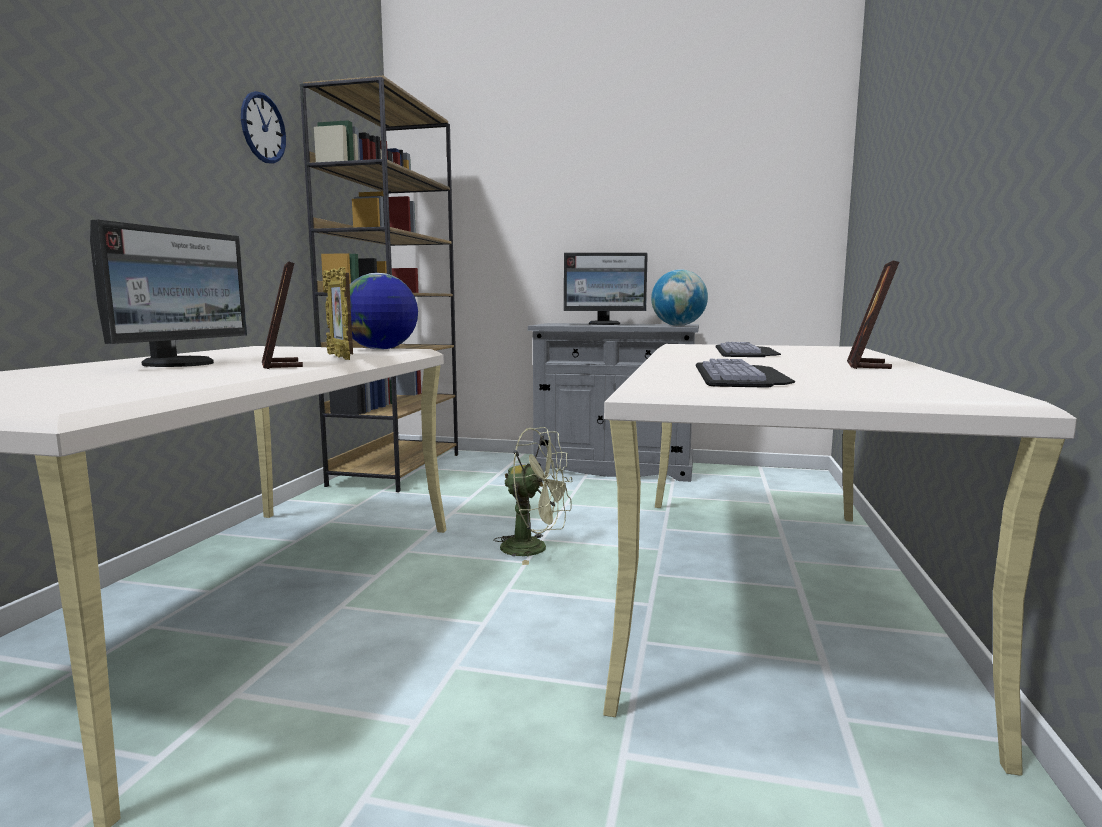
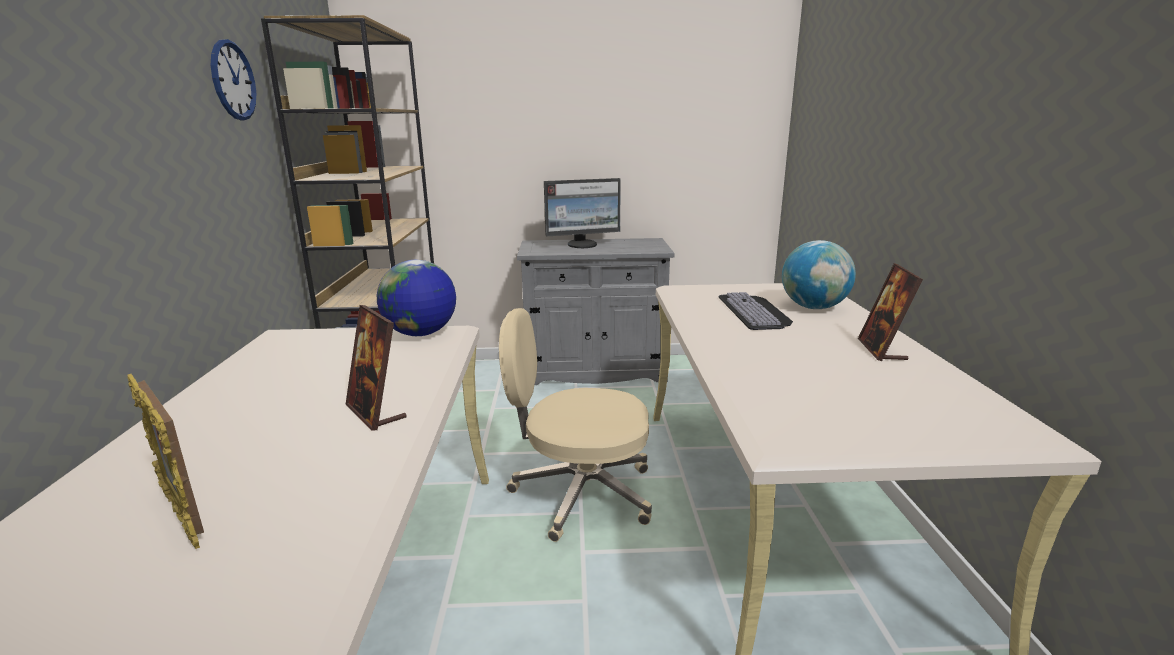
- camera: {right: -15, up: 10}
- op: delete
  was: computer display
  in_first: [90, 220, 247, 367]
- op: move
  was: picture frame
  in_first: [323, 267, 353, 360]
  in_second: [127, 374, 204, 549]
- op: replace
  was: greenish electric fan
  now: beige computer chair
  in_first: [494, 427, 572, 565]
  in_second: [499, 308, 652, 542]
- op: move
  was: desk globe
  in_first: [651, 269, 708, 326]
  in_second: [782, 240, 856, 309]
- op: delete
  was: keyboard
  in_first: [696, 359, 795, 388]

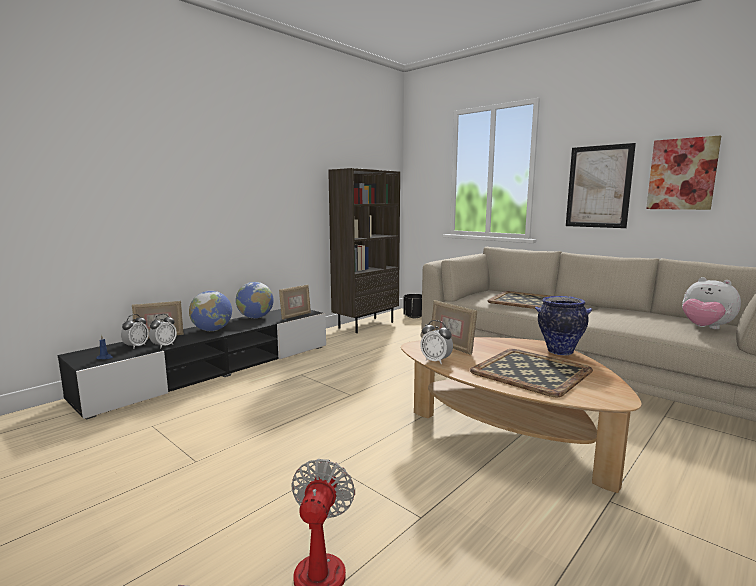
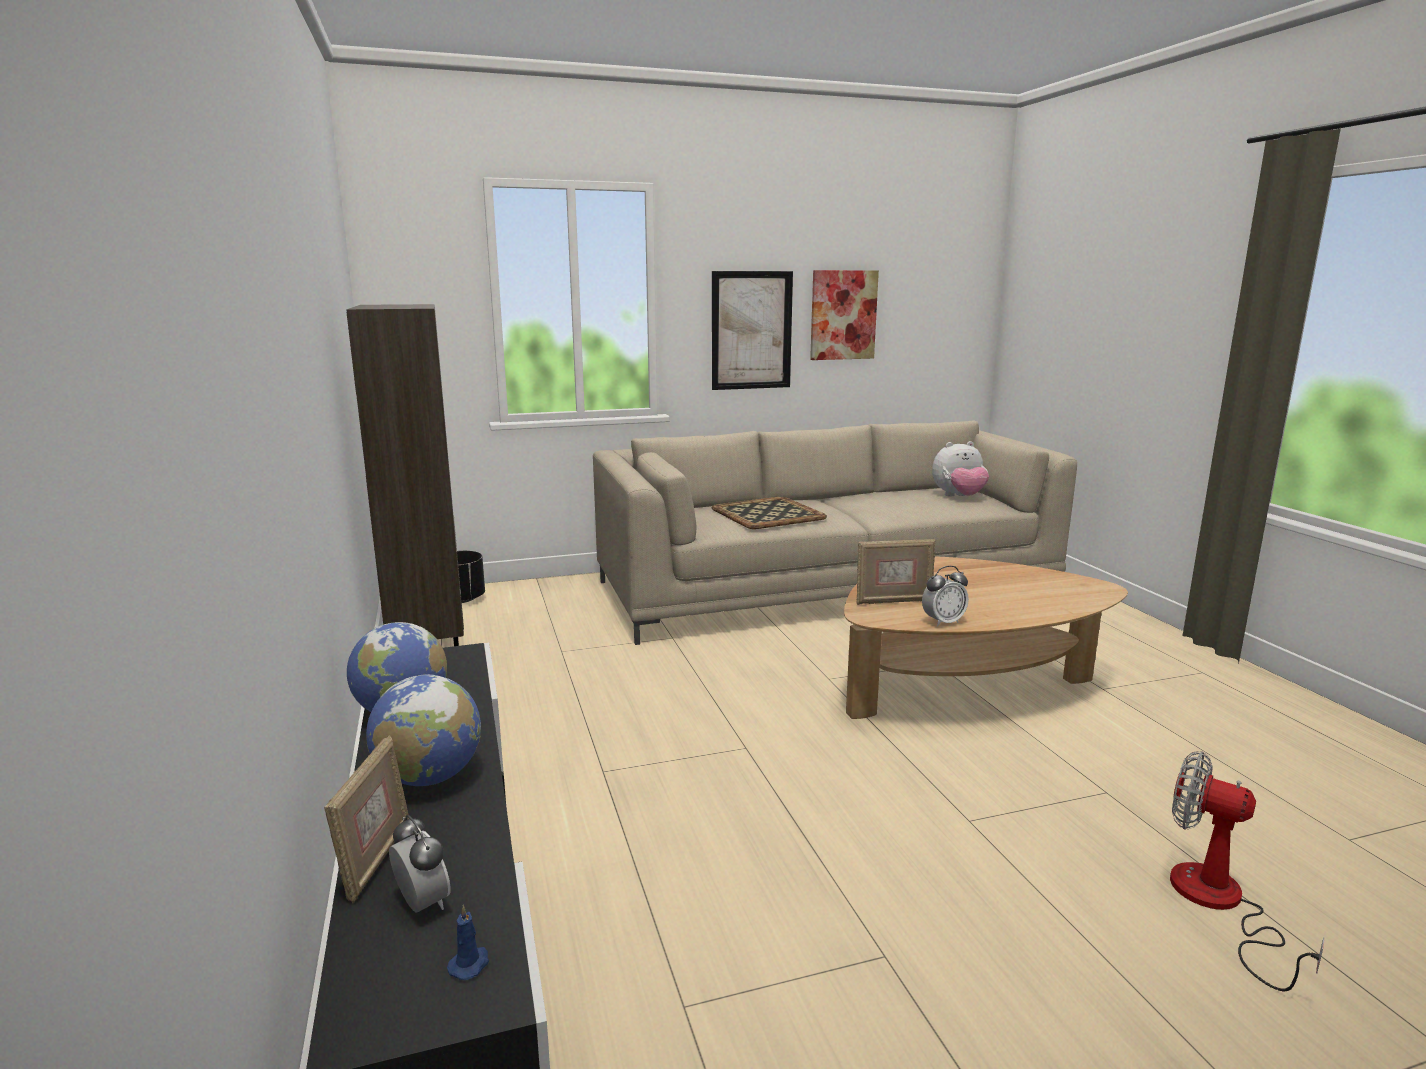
- camera: {right: -60, up: 5}
- op: delete
  was: table clock
  in_first: [149, 314, 177, 349]
- op: delete
  was: picture frame
  in_first: [279, 285, 311, 320]
- op: delete
  was: serving tray
  in_first: [470, 349, 593, 397]
- op: delete
  was: decorative vase
  in_first: [535, 296, 592, 355]

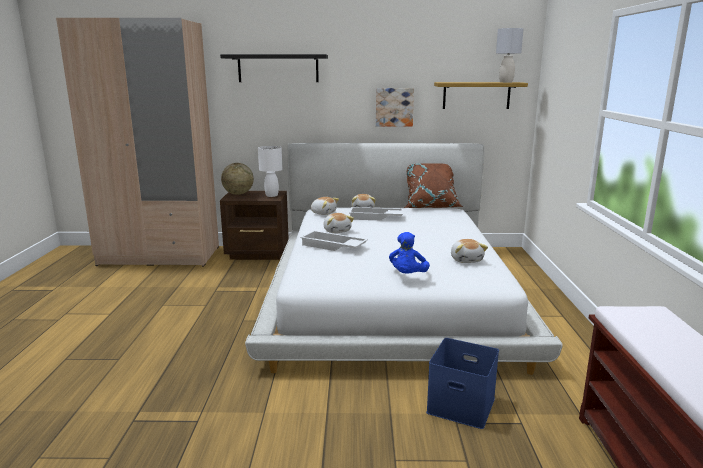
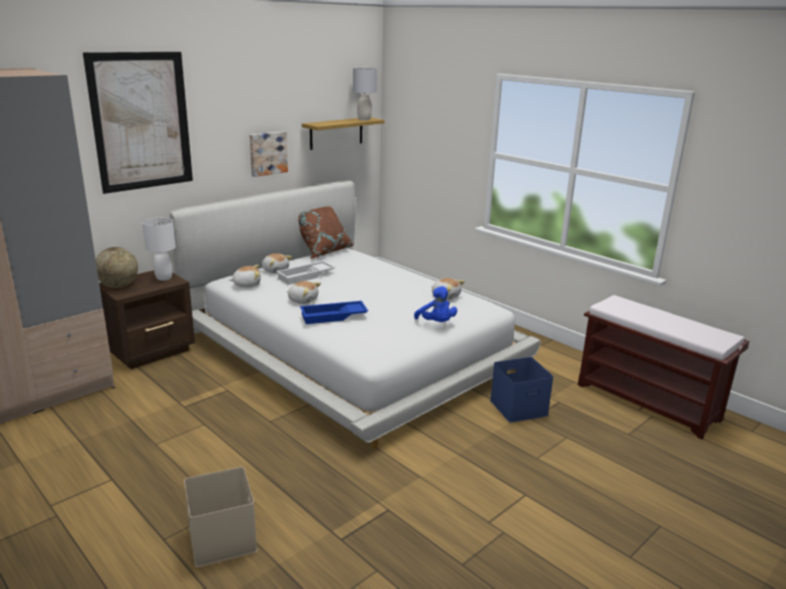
- camera: {right: -45, up: 5}
- op: replace
  was: blackish shelf
  now: wall art
  in_first: [220, 54, 328, 82]
  in_second: [83, 52, 193, 194]
- op: recolor
  was: whitish serving tray
  now: blue serving tray
  in_first: [300, 231, 368, 251]
  in_second: [300, 301, 368, 324]
- op: insert
  now: beige storage container
  in_second: [184, 467, 258, 567]

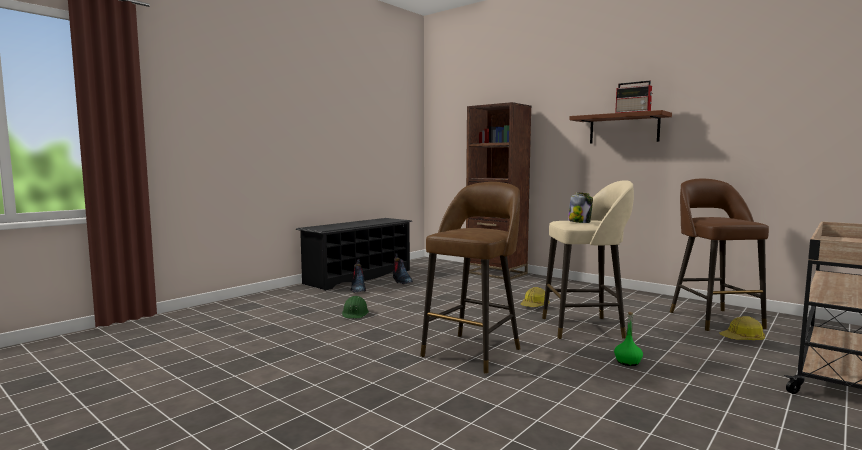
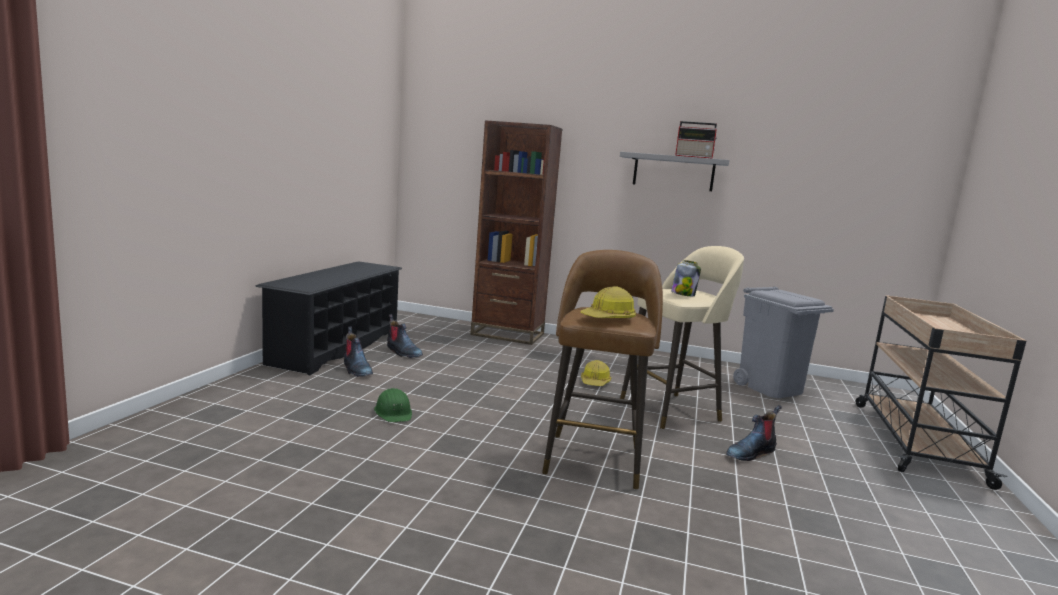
- camera: {right: -25, up: 5}
- op: recolor
  was: brown-coloured shelf
  now: greyish shelf
  in_first: [569, 110, 672, 143]
  in_second: [620, 152, 729, 191]
- op: replace
  was: greenish bottle
  now: tall boot
  in_first: [614, 312, 643, 366]
  in_second: [726, 405, 782, 461]
- op: replace
  was: brown-coloured stool seat
  now: greyish rubbish bin
  in_first: [670, 179, 769, 331]
  in_second: [733, 286, 834, 398]
- op: move
  was: hard hat
  in_first: [719, 316, 765, 340]
  in_second: [580, 286, 636, 318]

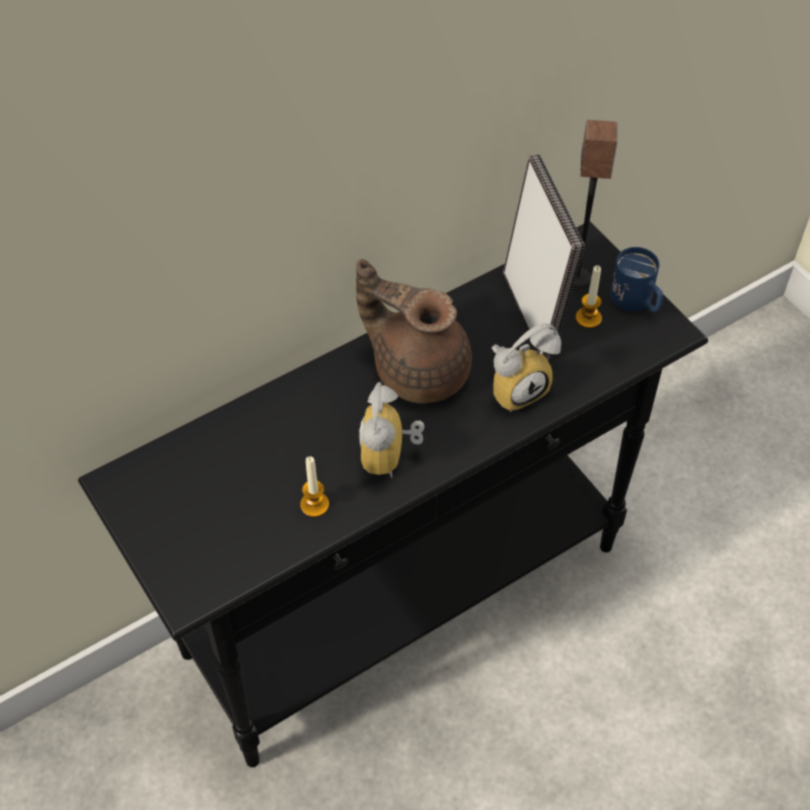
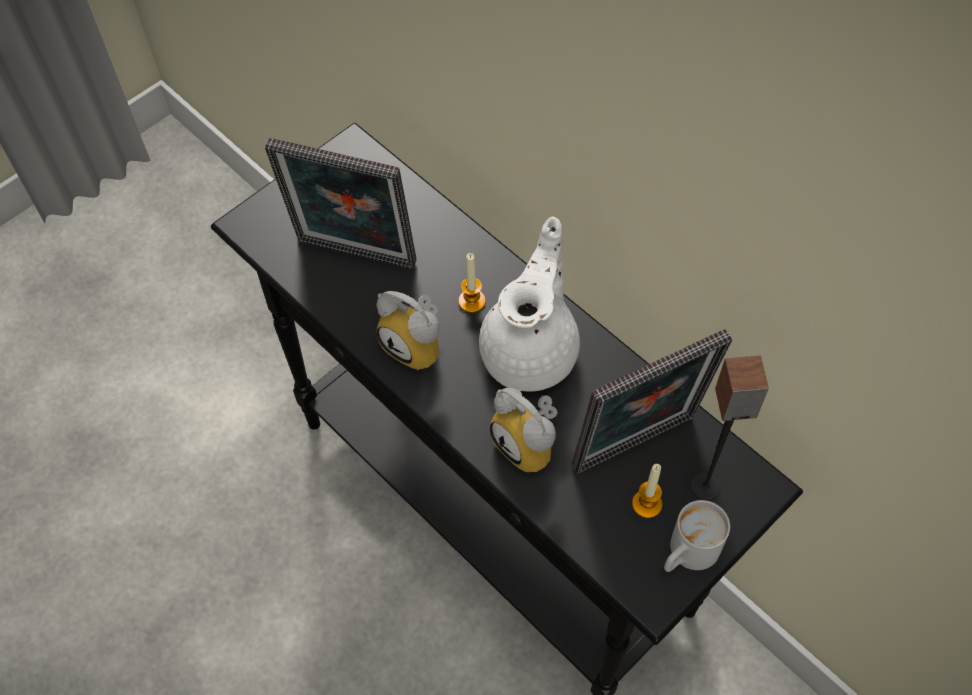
- camera: {right: 80, up: 5}
- op: move
  was: wax light
  in_first: [300, 456, 329, 517]
  in_second: [458, 253, 486, 313]
- op: recolor
  was: brown-coloured teapot
  now: whitish teapot
  in_first: [356, 259, 472, 403]
  in_second: [479, 216, 580, 391]
- op: rotate
  was: table clock
  in_first: [358, 382, 425, 478]
  in_second: [376, 291, 440, 370]
  clockwise: -135
- op: recolor
  was: blue tea mug
  now: whitish tea mug
  in_first: [610, 247, 663, 312]
  in_second: [664, 500, 730, 572]
- op: insert
  now: picture frame
  in_second: [265, 138, 417, 269]

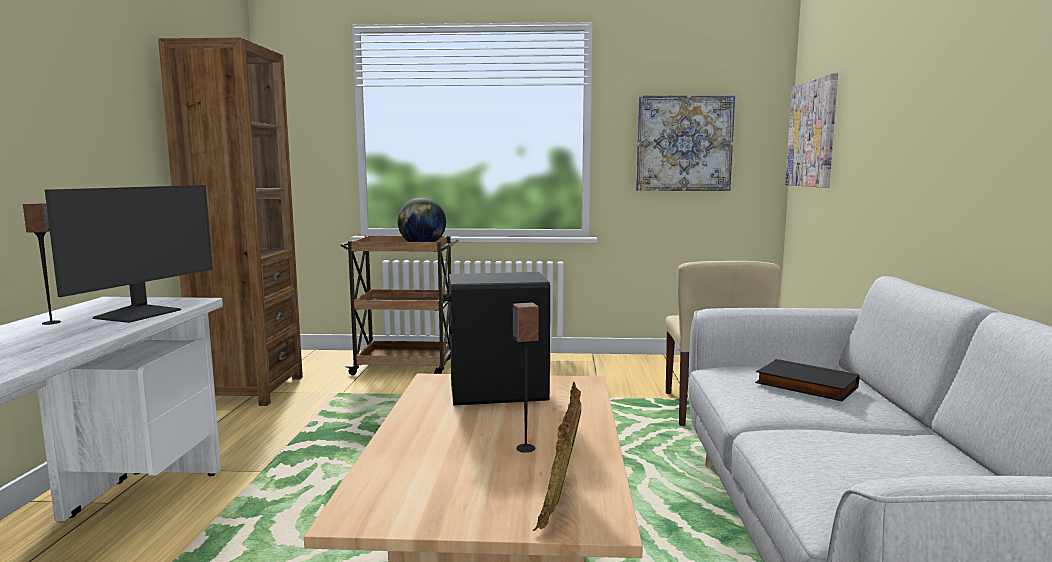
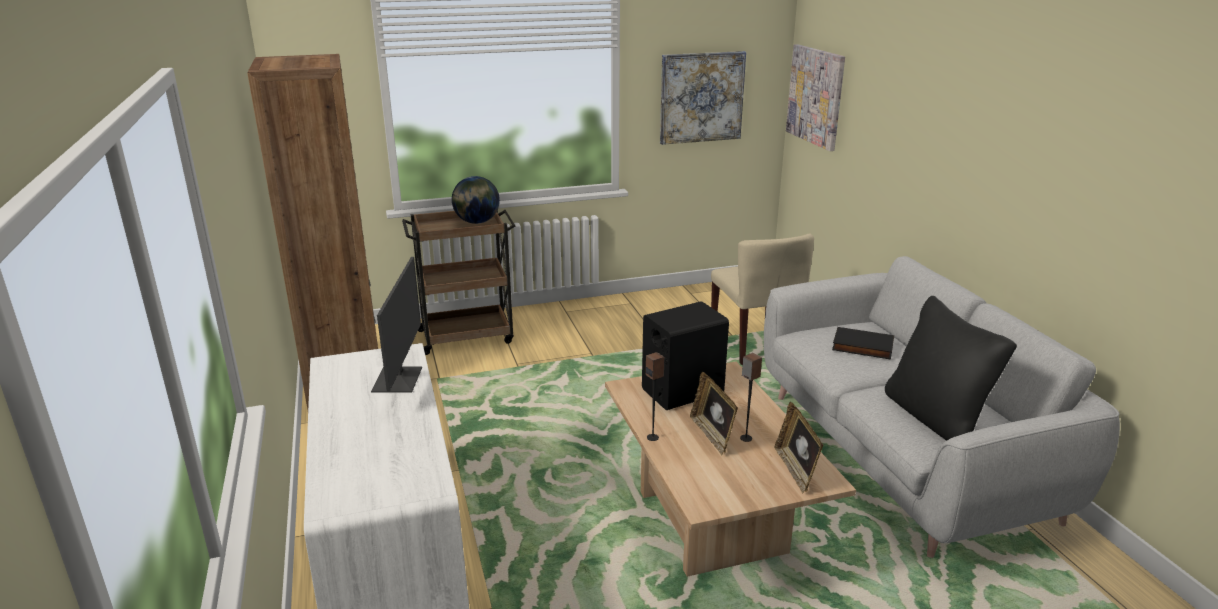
- camera: {right: -20, up: 15}
- op: move
  was: speaker
  in_first: [23, 203, 61, 325]
  in_second: [646, 352, 665, 441]
- op: insert
  now: picture frame
  in_second: [690, 372, 738, 455]
- op: insert
  now: blackish cushion
  in_second: [885, 296, 1017, 441]

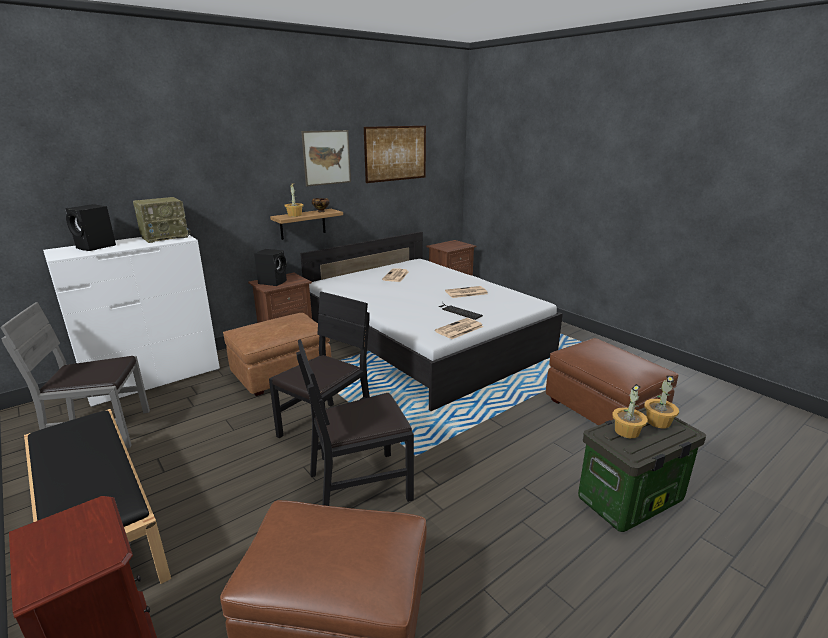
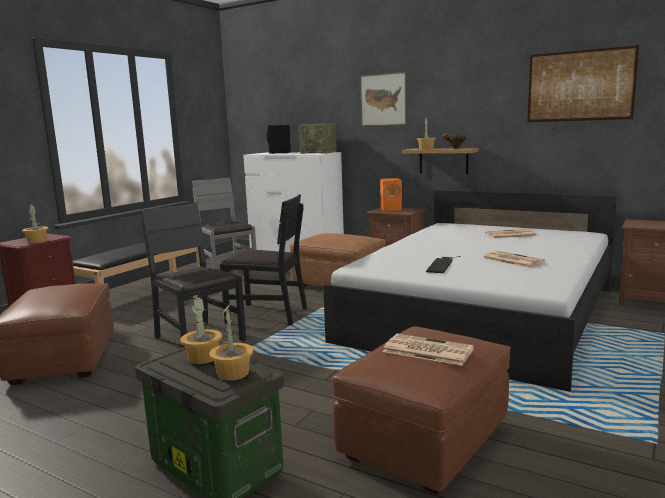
- camera: {right: 70, up: -10}
- op: recolor
  was: blackish speaker
  now: orangey speaker
  in_first: [254, 249, 287, 286]
  in_second: [380, 178, 402, 211]
- op: move
  was: wall art
  in_first: [301, 130, 351, 186]
  in_second: [360, 71, 407, 127]
- op: move
  was: printed paper
  in_first: [435, 318, 484, 339]
  in_second: [382, 334, 474, 366]
- op: insert
  now: plant in a pot
  in_second: [22, 203, 48, 243]

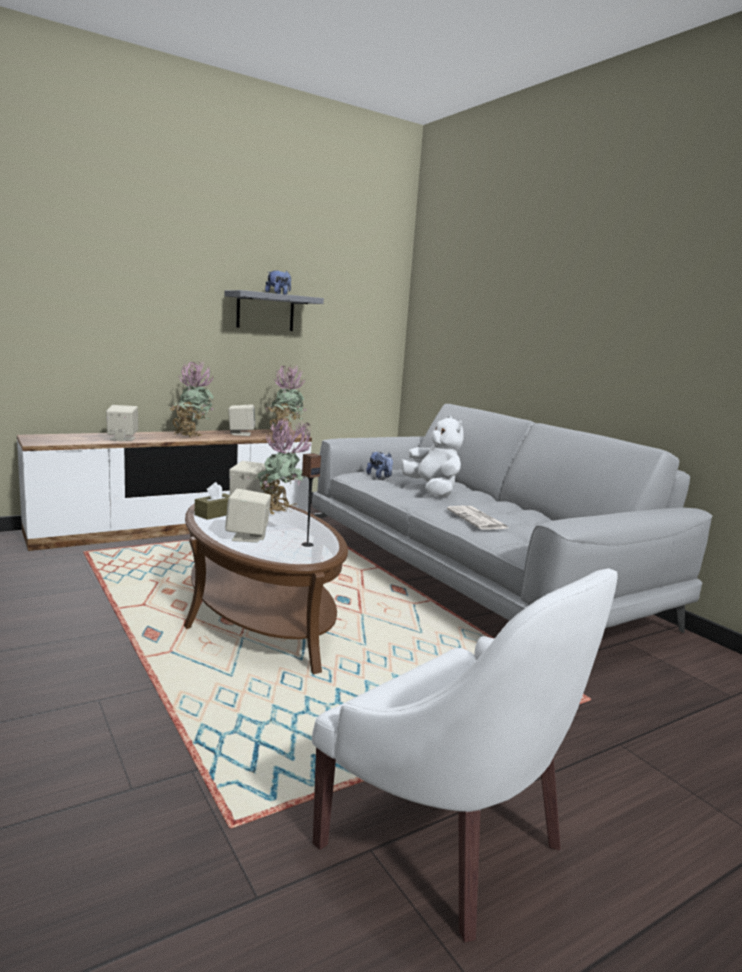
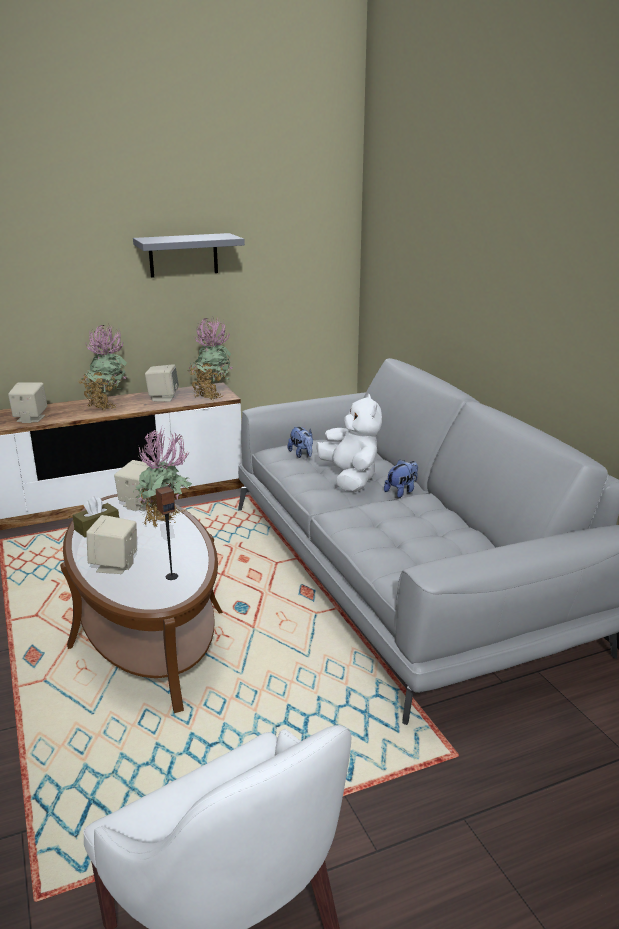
- camera: {right: 10, up: 10}
- op: move
  was: plush toy
  in_first: [265, 270, 291, 295]
  in_second: [384, 459, 418, 498]
- op: delete
  was: printed paper
  in_first: [447, 506, 508, 530]

